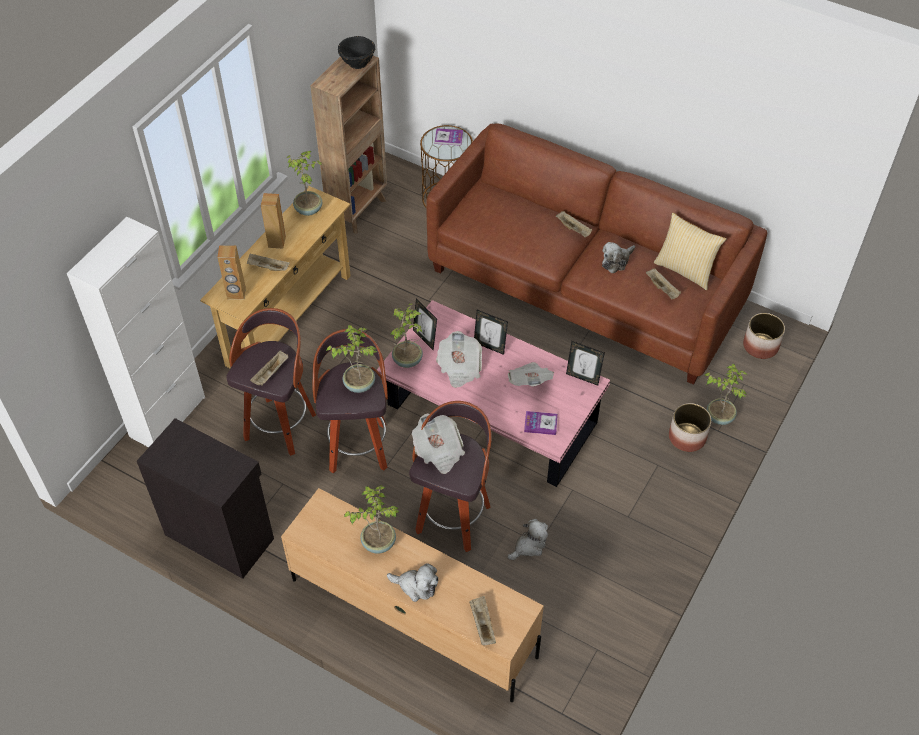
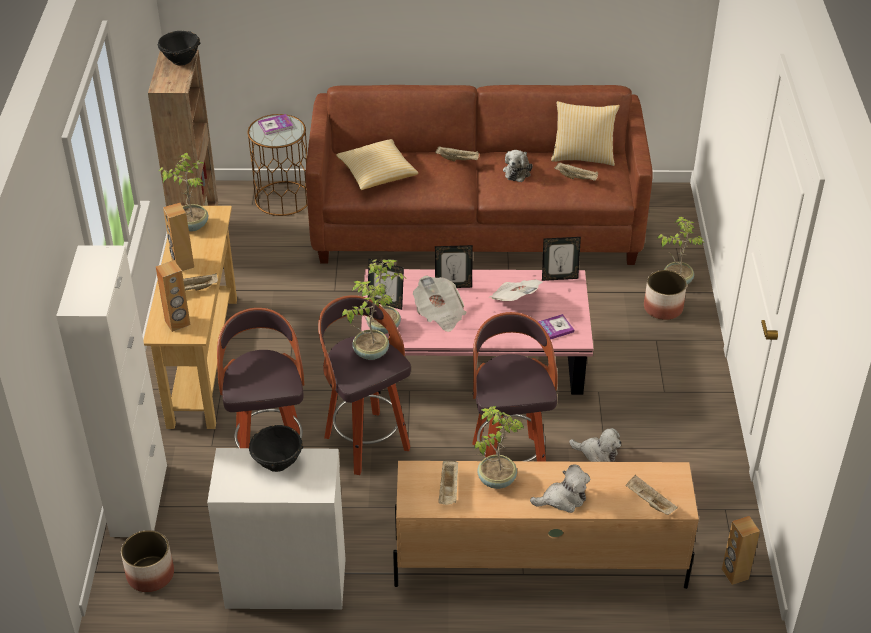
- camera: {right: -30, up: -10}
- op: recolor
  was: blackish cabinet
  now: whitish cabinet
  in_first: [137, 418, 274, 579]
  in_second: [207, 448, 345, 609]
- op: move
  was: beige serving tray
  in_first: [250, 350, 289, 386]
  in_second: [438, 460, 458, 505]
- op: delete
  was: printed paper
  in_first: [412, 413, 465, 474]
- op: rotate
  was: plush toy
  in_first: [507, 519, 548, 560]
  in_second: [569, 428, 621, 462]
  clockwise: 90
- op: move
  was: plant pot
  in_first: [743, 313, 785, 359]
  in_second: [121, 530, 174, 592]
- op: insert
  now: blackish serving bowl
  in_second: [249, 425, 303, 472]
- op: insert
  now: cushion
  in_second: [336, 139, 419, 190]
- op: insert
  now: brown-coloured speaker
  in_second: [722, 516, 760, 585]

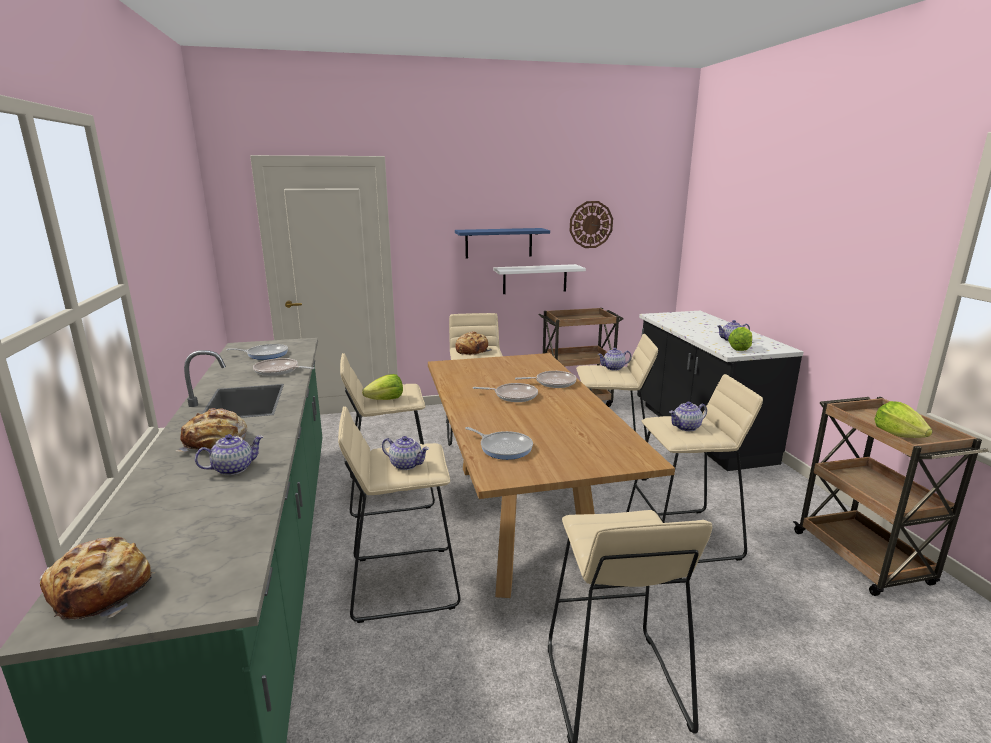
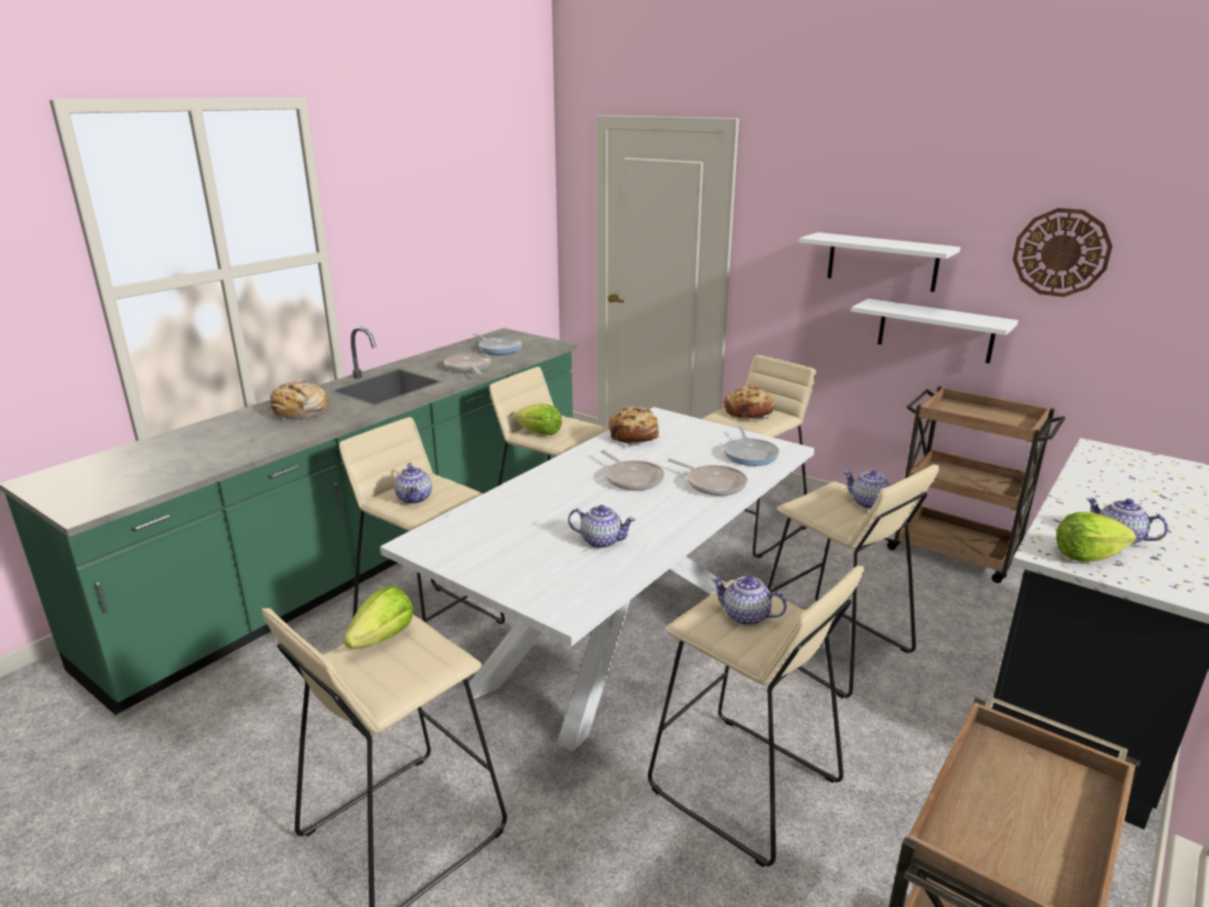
- camera: {right: 50, up: 5}
- op: move
  was: baked bread
  in_first: [40, 537, 156, 620]
  in_second: [609, 406, 660, 446]
- op: move
  was: teapot
  in_first: [195, 434, 263, 475]
  in_second: [568, 505, 636, 548]
- op: recolor
  was: brown-coloured dinner table
  now: whitish dinner table
  in_first: [428, 353, 675, 598]
  in_second: [380, 407, 815, 752]
- op: recolor
  was: blue shelf
  now: whitish shelf
  in_first: [455, 228, 550, 259]
  in_second: [799, 232, 961, 292]
- op: move
  was: pan
  in_first: [465, 427, 533, 460]
  in_second: [723, 426, 779, 466]
- op: move
  was: lettuce head
  in_first: [874, 401, 933, 438]
  in_second: [343, 586, 414, 649]

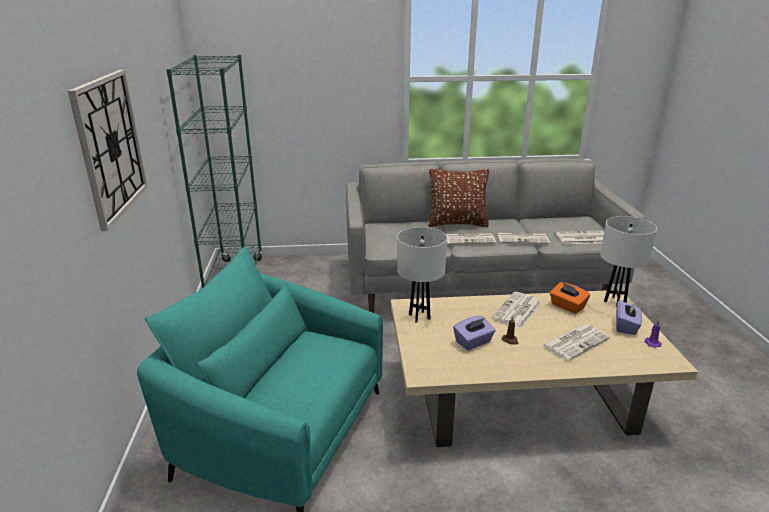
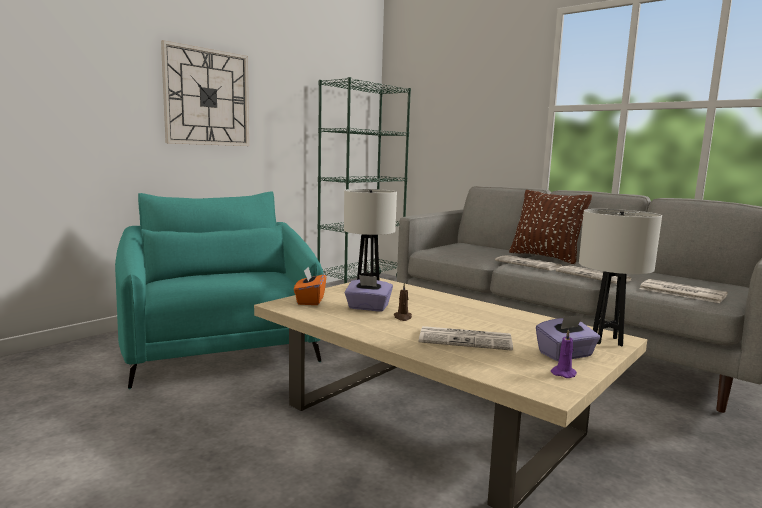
- camera: {right: 45, up: -15}
- op: delete
  was: printed paper
  in_first: [492, 292, 542, 329]
- op: move
  was: orangey tissue holder
  in_first: [550, 282, 590, 314]
  in_second: [294, 267, 326, 305]

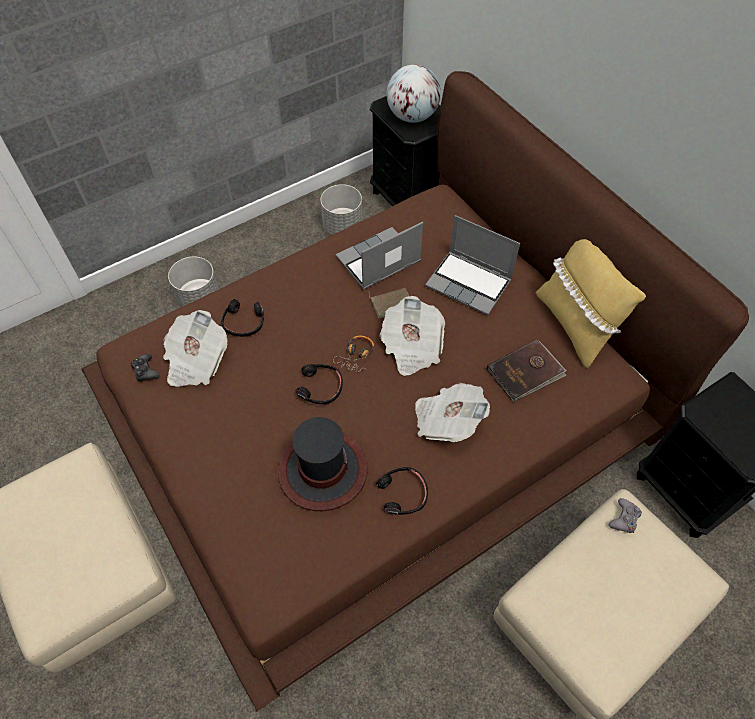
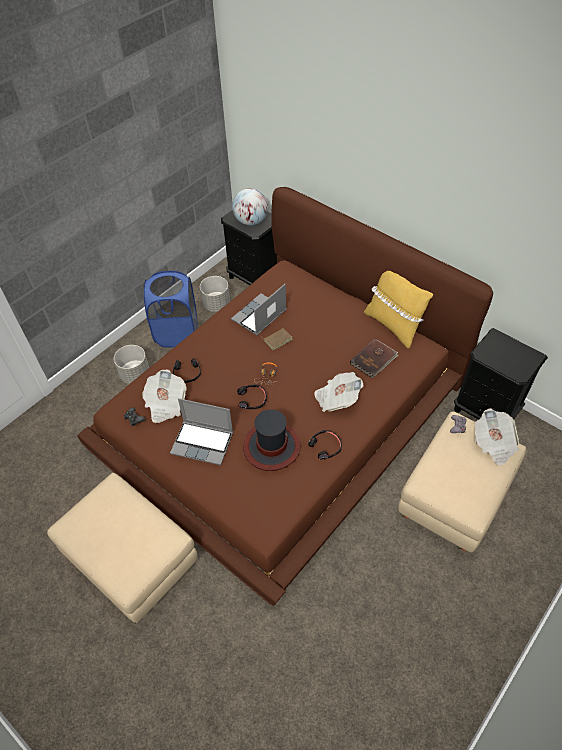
- camera: {right: -15, up: -5}
- op: move
  was: printed paper
  in_first: [380, 296, 445, 376]
  in_second: [475, 408, 520, 466]
- op: move
  was: laptop
  in_first: [425, 215, 520, 316]
  in_second: [170, 398, 233, 465]
- op: insert
  now: blue washing basket
  in_second: [144, 270, 197, 348]

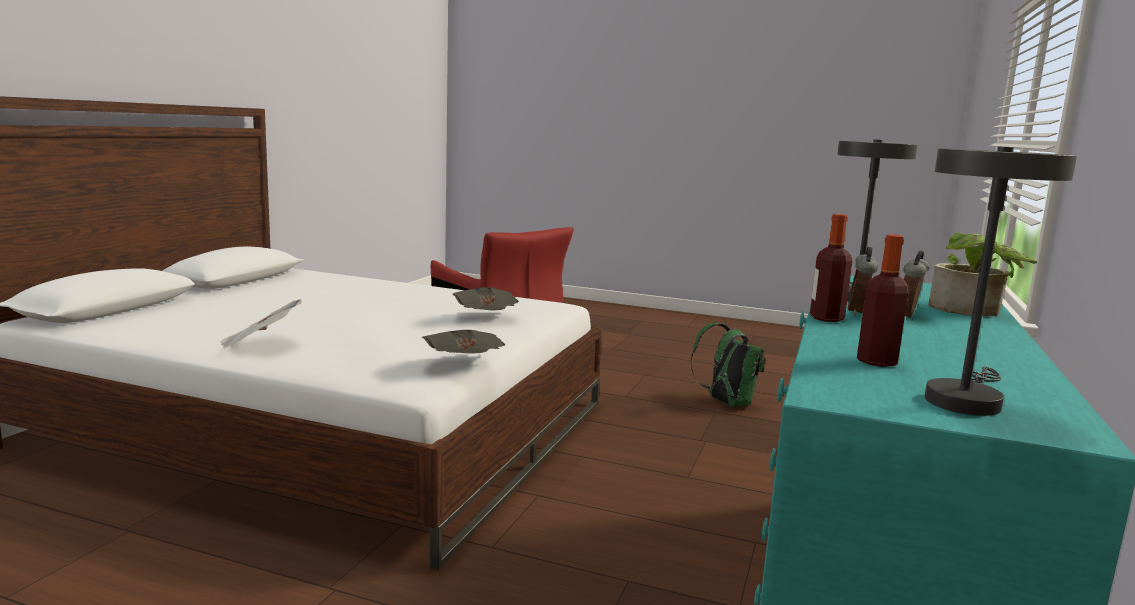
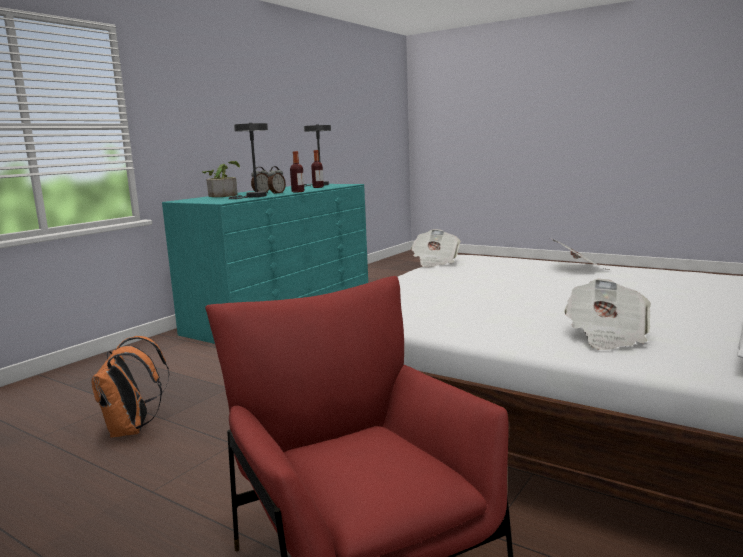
- camera: {right: -165, up: 0}
- op: move
  was: printed paper
  in_first: [452, 287, 519, 310]
  in_second: [564, 279, 651, 350]
- op: recolor
  was: greenish rucksack
  now: orangey rucksack
  in_first: [690, 323, 764, 406]
  in_second: [91, 336, 170, 438]

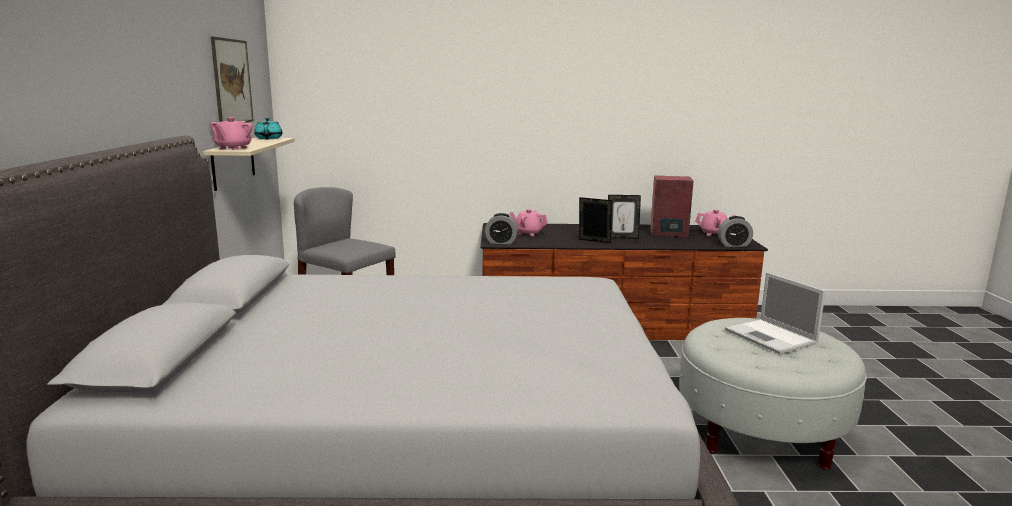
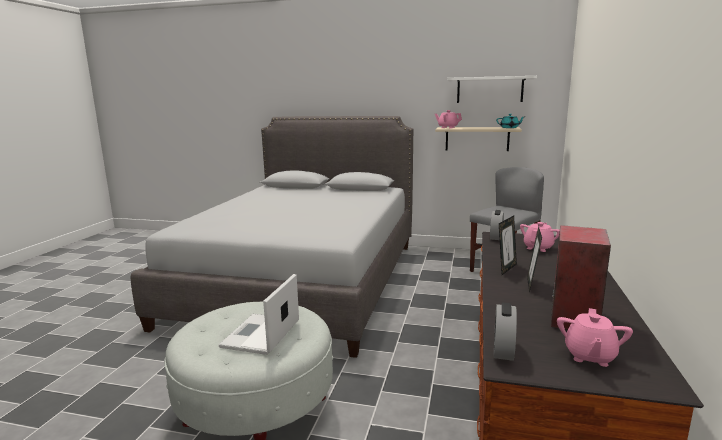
- camera: {right: 105, up: 0}
- op: replace
  was: wall art
  now: whitish shelf
  in_first: [211, 37, 254, 123]
  in_second: [447, 76, 537, 103]
- op: rotate
  was: laptop
  in_first: [725, 272, 826, 354]
  in_second: [219, 274, 299, 355]
  clockwise: -60

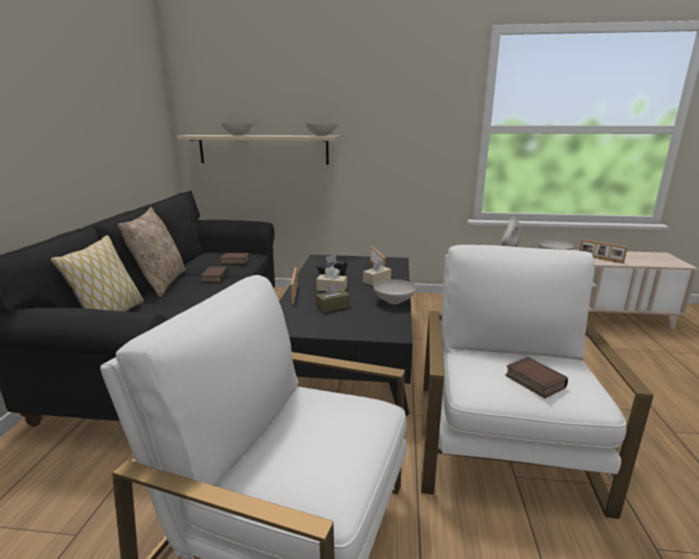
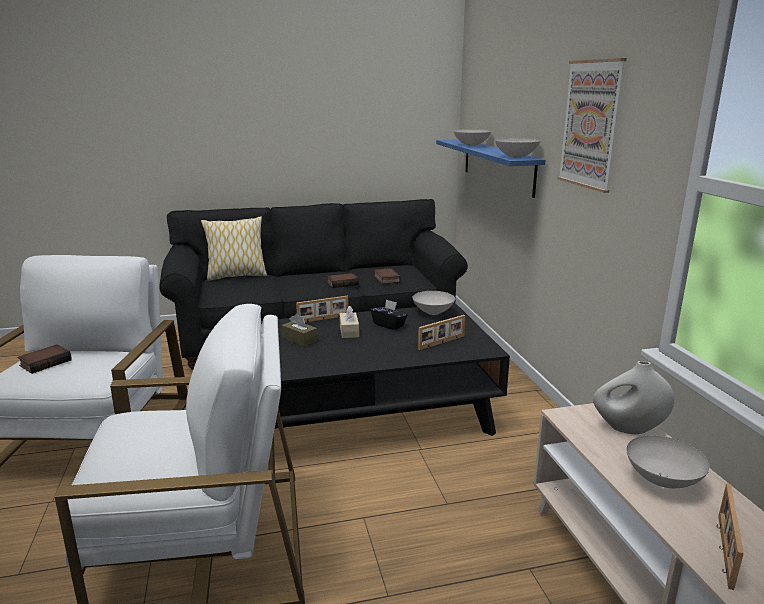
- camera: {right: 70, up: 0}
- op: delete
  was: beige cushion
  in_first: [118, 207, 186, 297]
- op: recolor
  was: beige shelf
  now: blue shelf
  in_first: [177, 135, 339, 165]
  in_second: [436, 139, 545, 198]
- op: delete
  was: beige tissue holder
  in_first: [363, 260, 391, 286]
- op: move
  was: whitish serving bowl
  in_first: [373, 279, 417, 304]
  in_second: [412, 291, 455, 315]
- op: move
  was: book
  in_first: [505, 357, 568, 398]
  in_second: [18, 344, 72, 374]
- op: insert
  now: wall art
  in_second: [557, 58, 627, 193]

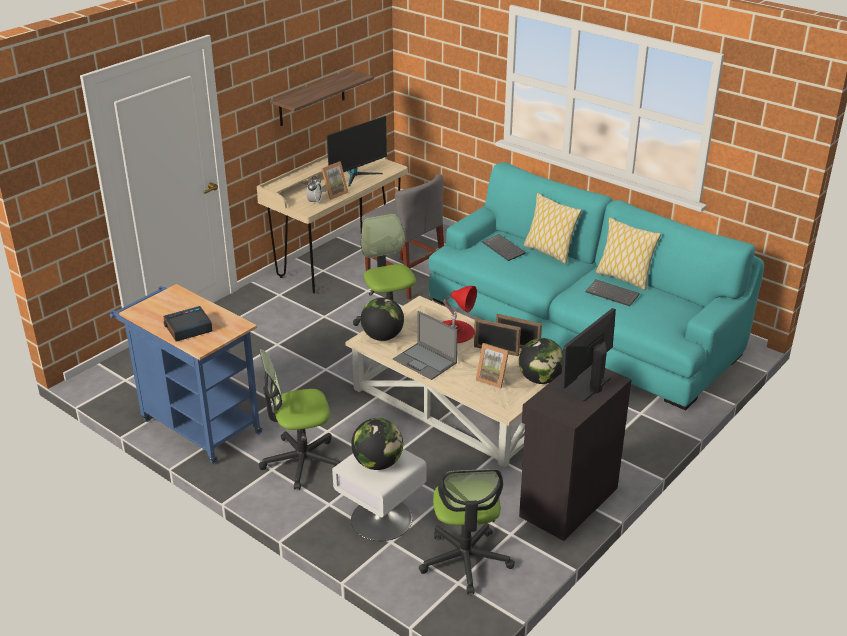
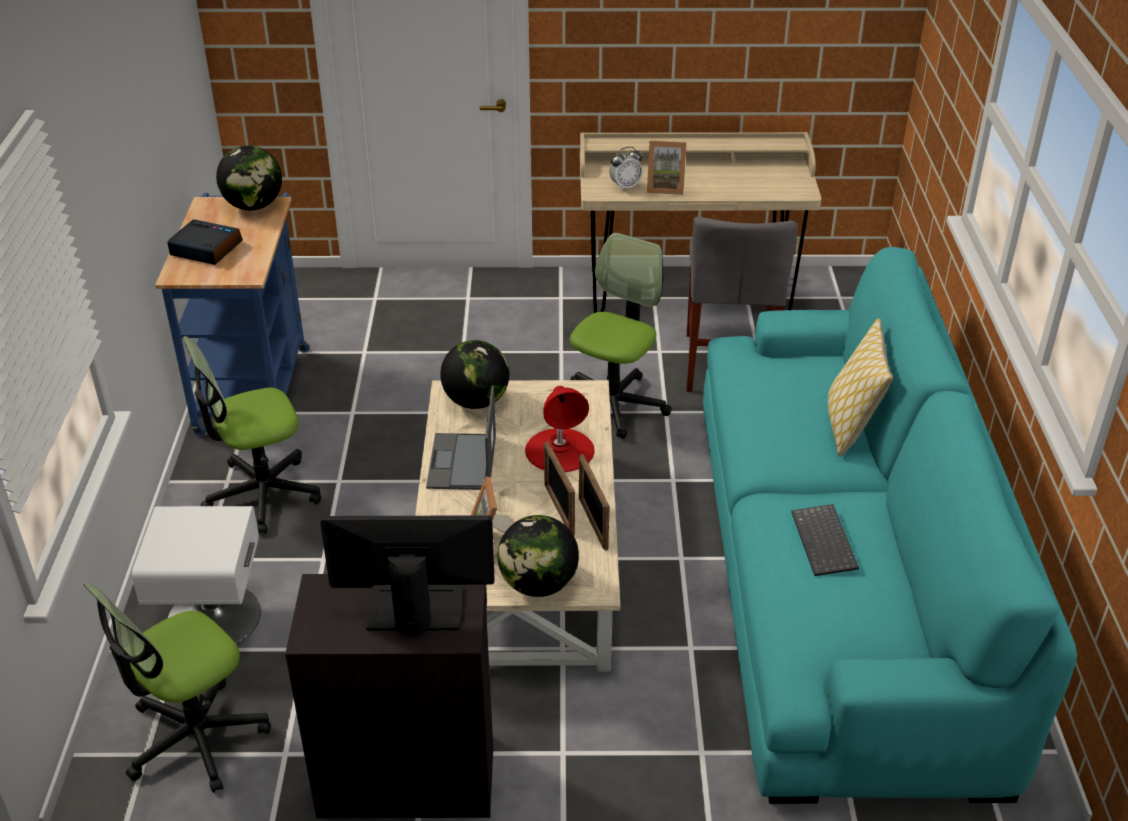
- camera: {right: 50, up: 5}
- op: rotate
  was: computer chair
  in_first: [259, 349, 340, 490]
  in_second: [183, 336, 321, 535]
  clockwise: -60
- op: delete
  was: shelf
  in_first: [270, 69, 374, 126]
- op: delete
  was: computer display
  in_first: [327, 116, 387, 187]
- op: move
  was: desk globe
  in_first: [351, 418, 403, 470]
  in_second: [216, 145, 282, 210]
- op: delete
  was: keyboard
  in_first: [482, 234, 526, 261]
- op: delete
  was: cushion
  in_first: [596, 217, 661, 290]

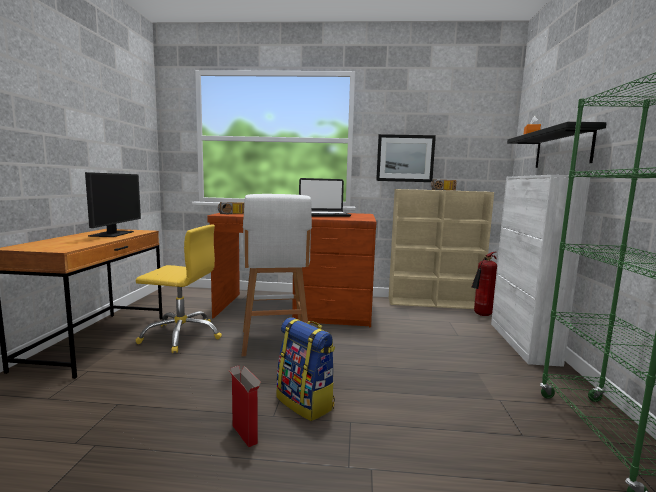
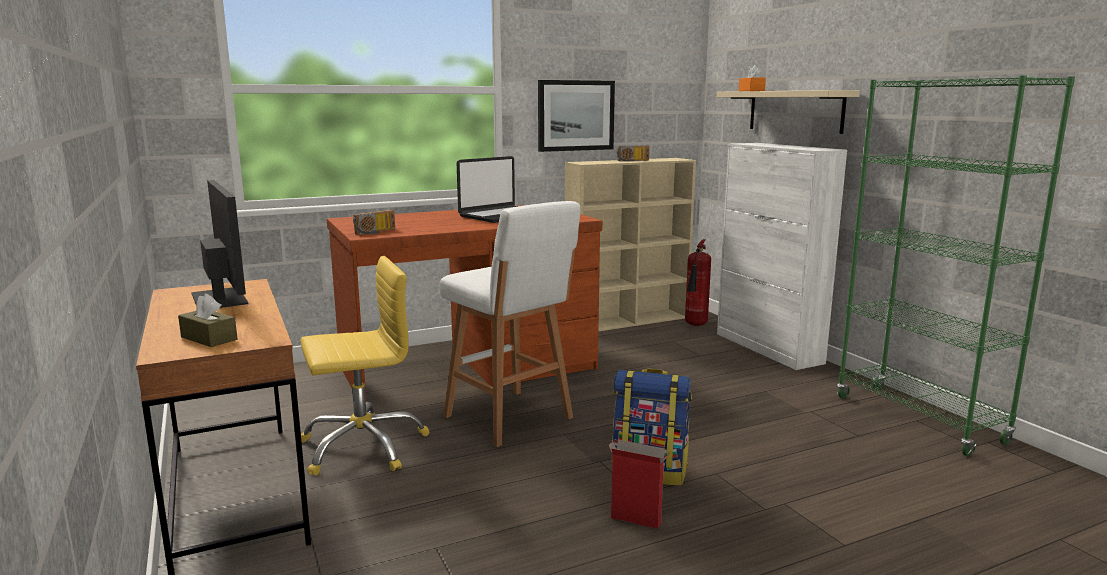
- camera: {right: -30, up: 5}
- op: recolor
  was: blackish shelf
  now: beige shelf
  in_first: [507, 122, 607, 168]
  in_second: [717, 90, 860, 134]
- op: insert
  now: brown-coloured tissue holder
  in_second: [178, 293, 237, 347]

